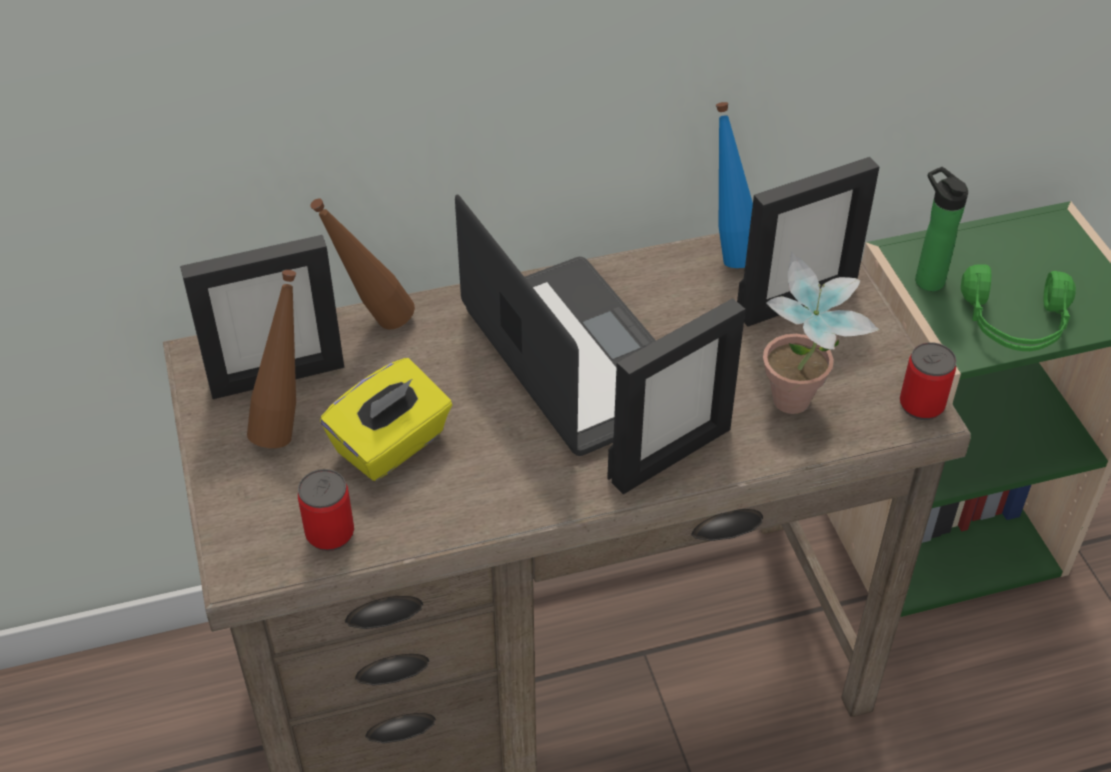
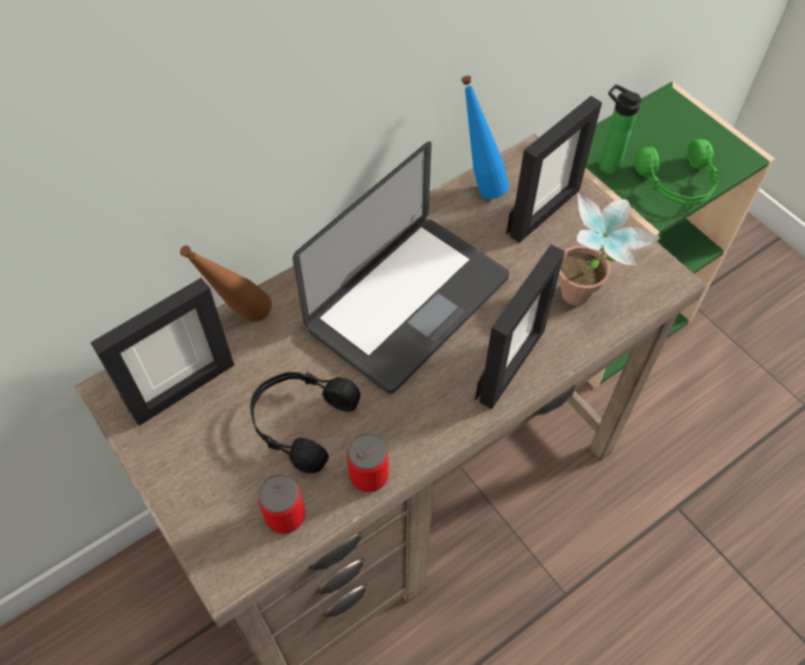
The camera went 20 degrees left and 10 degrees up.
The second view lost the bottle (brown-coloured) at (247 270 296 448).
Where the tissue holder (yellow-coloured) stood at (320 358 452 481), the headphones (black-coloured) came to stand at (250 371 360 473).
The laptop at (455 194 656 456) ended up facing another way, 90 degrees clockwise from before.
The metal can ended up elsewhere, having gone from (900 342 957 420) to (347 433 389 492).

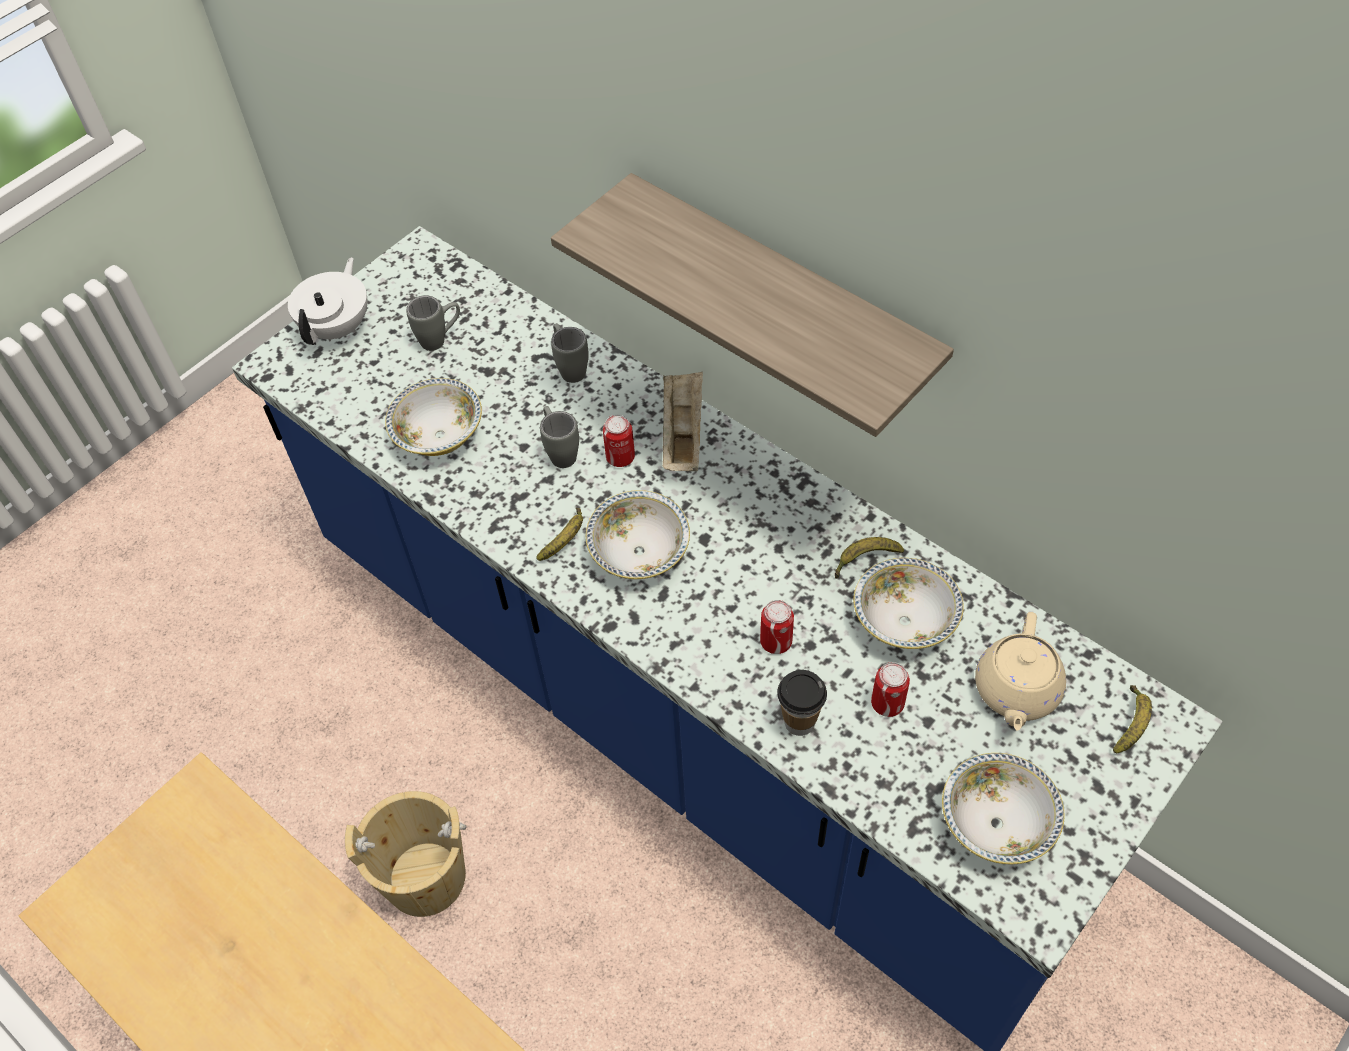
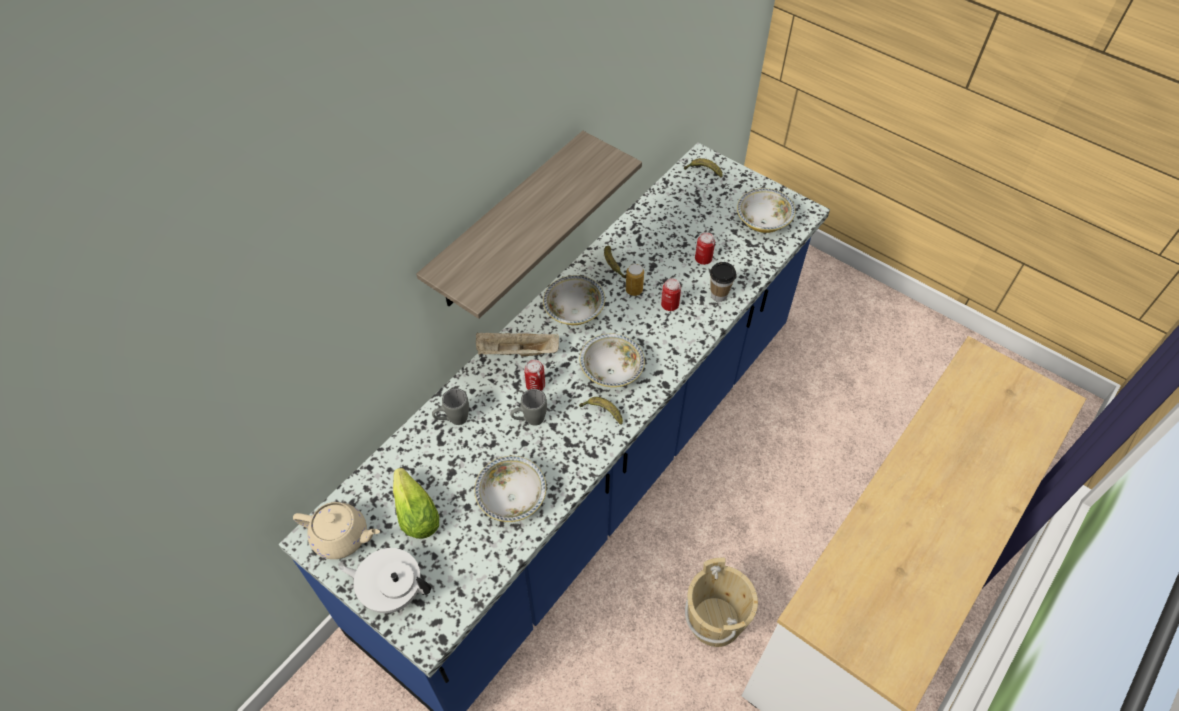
The camera went 95 degrees left and 0 degrees up.
Where the tea mug (grey) stood at (406 295 460 351), the lettuce head came to stand at (393 468 439 539).
The deep dish ended up elsewhere, having gone from (854 558 964 649) to (543 275 605 325).
The teapot (beige-coloured) ended up elsewhere, having gone from (975 612 1066 730) to (293 502 380 559).
The second view gained the metal can at (626 264 644 296).

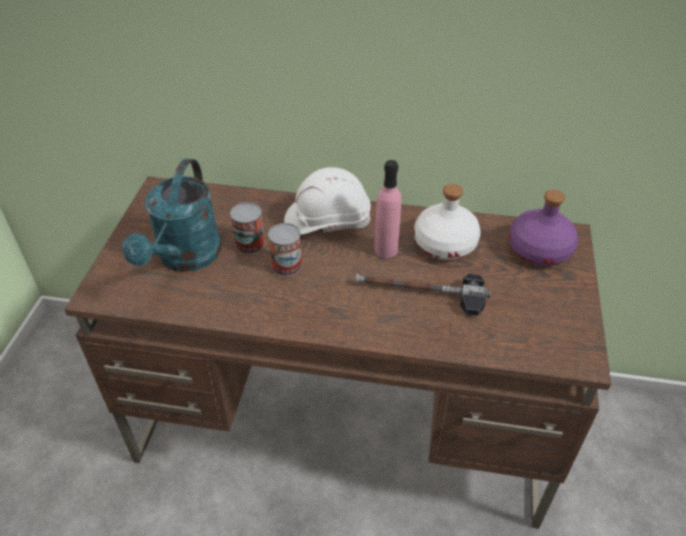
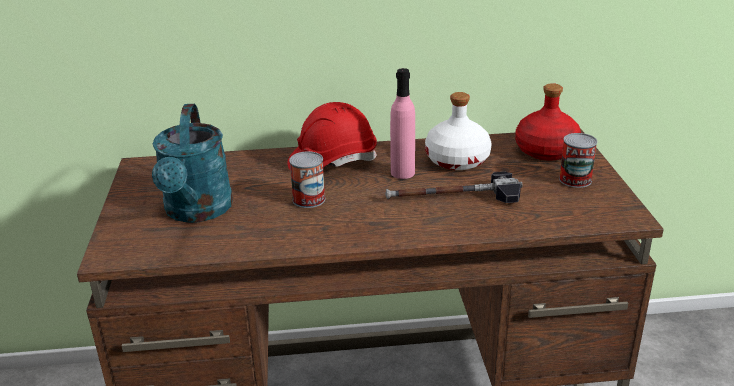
The camera went 15 degrees left and 15 degrees down.
The metal can ended up elsewhere, having gone from (230 202 265 254) to (559 133 598 188).
What was the hard hat (whitish) at (284 167 371 235) turned into the hard hat (red) at (287 102 377 171).
What was the bottle (purple) at (509 190 578 266) turned into the bottle (red) at (515 83 581 161).

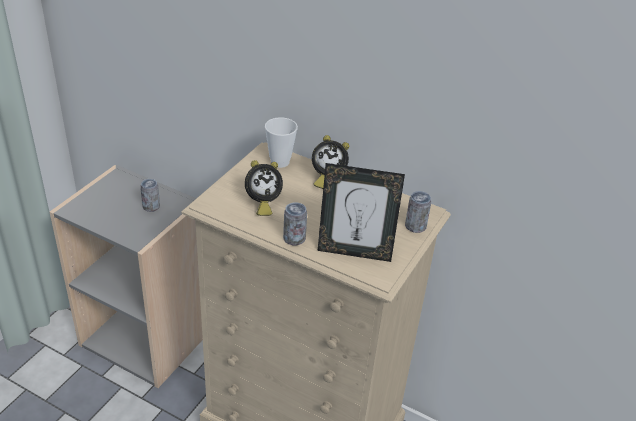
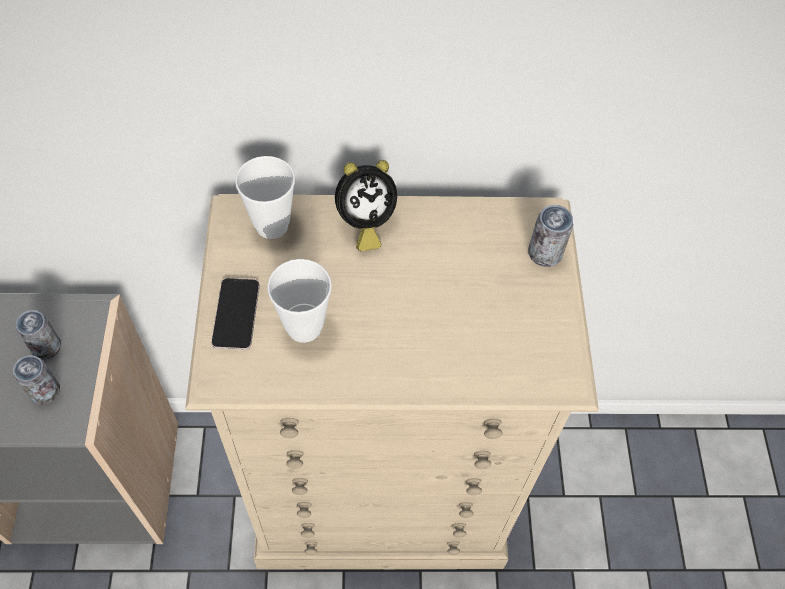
The camera went 30 degrees left and 20 degrees up.
Where the alarm clock stood at (245 160 283 216), the small cup came to stand at (267 259 332 343).
The metal can ended up elsewhere, having gone from (283 202 307 245) to (13 355 60 405).
The second view lost the standing frame at (318 163 405 262).
The second view gained the handset at (211 278 260 350).

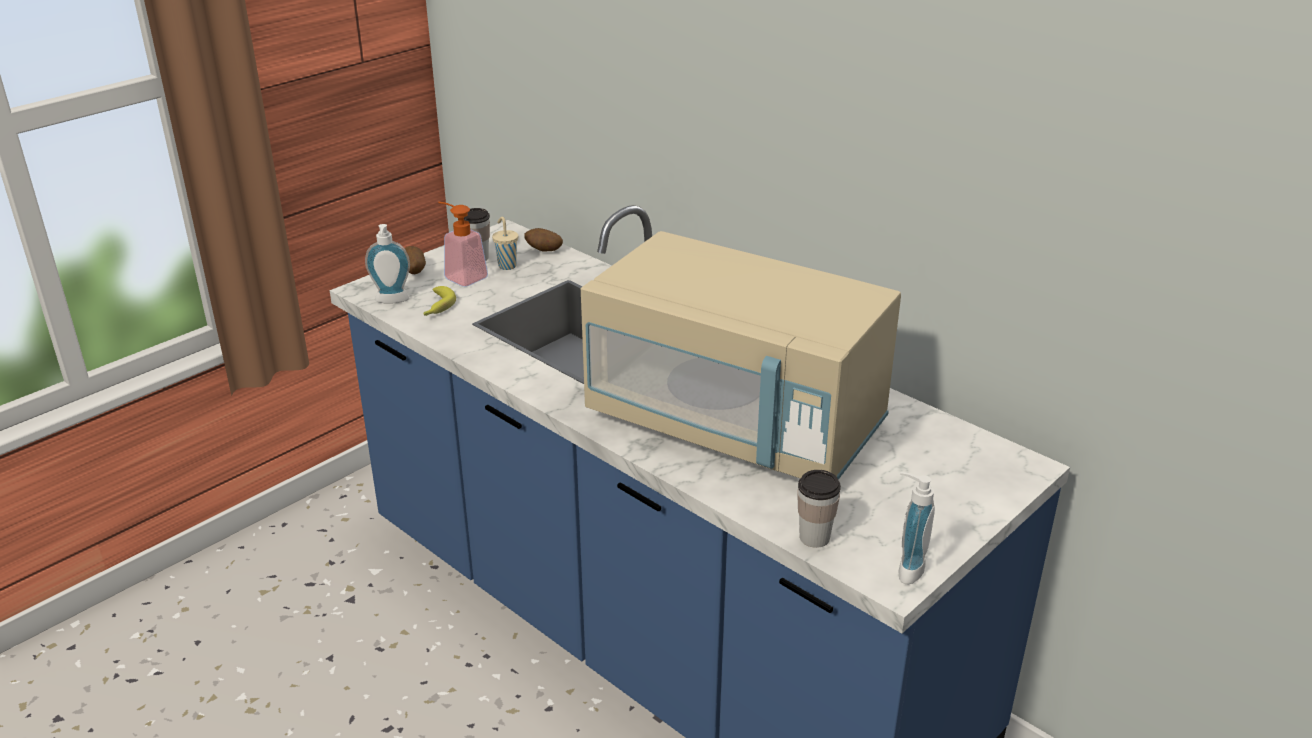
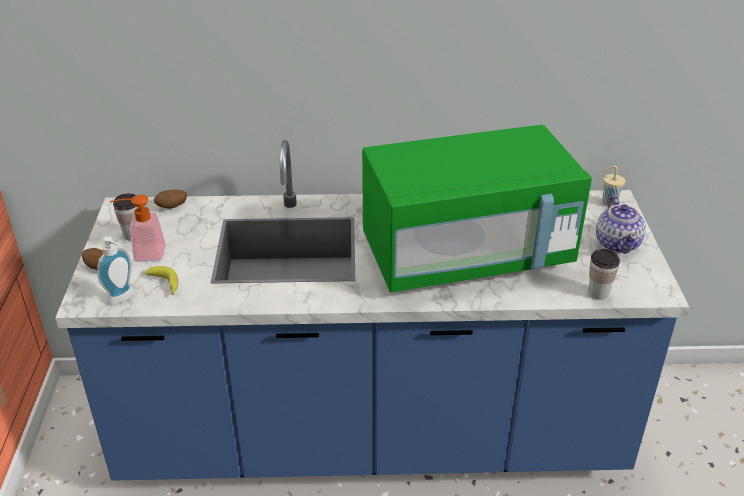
The camera went 45 degrees left and 5 degrees up.
The small cup (beige-coloured) ended up elsewhere, having gone from (492 217 518 270) to (602 166 625 206).
What was the microwave (beige-coloured) at (581 231 901 480) turned into the microwave (greenish) at (362 125 592 293).
The second view lost the soap dispenser at (898 472 935 585).
The second view gained the teapot at (596 196 646 254).

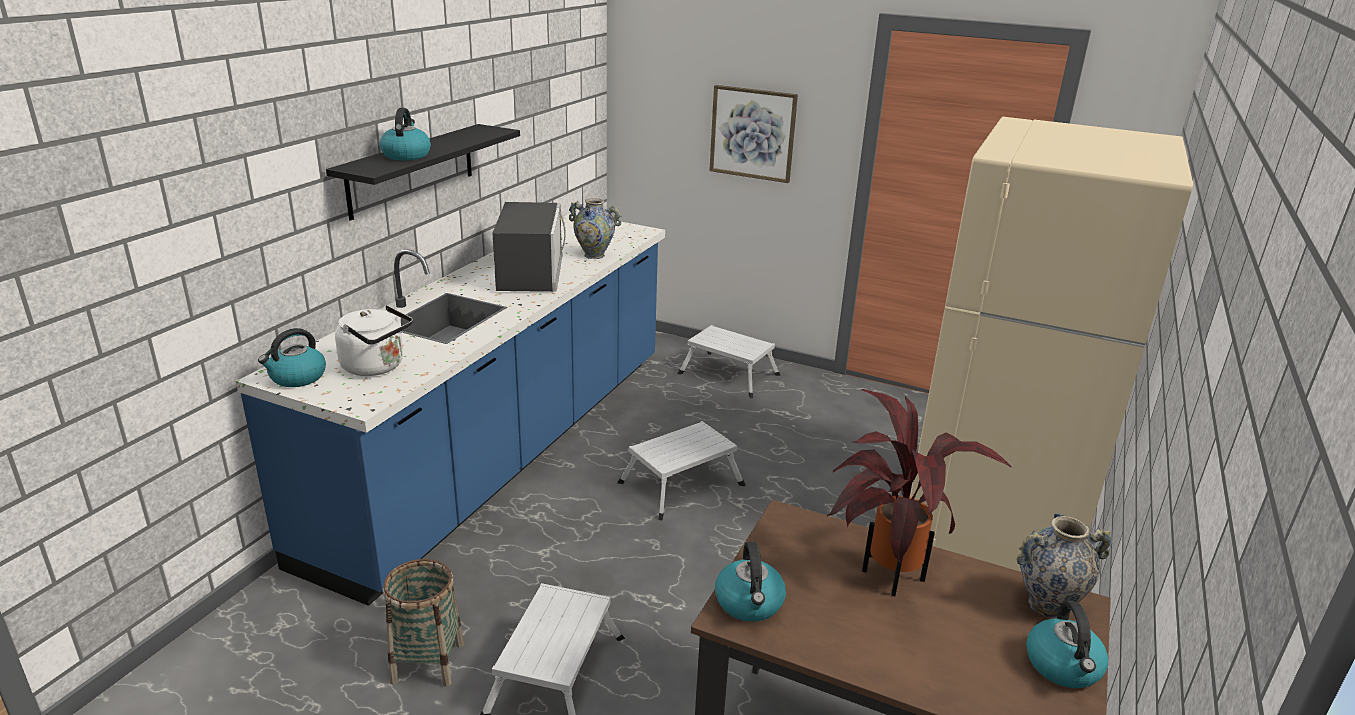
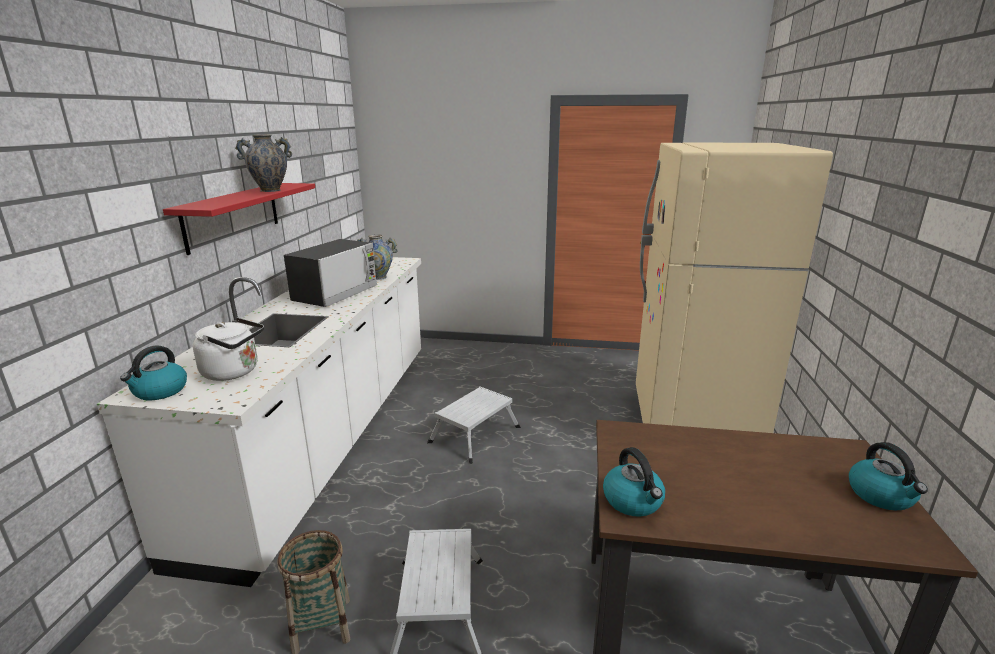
The camera went 15 degrees left and 5 degrees down.
What was the counter (blue-coloured) at (236 213 665 606) turned into the counter (whitish) at (97 257 421 587).
What was the wall shelf (black-coloured) at (326 124 520 221) turned into the wall shelf (red) at (163 183 315 255).
The second view lost the tea kettle at (379 108 431 160).
The microwave at (493 202 566 292) ended up facing another way, 45 degrees clockwise from before.
The second view lost the step stool (whitish) at (678 325 780 398).
The second view lost the wall picture at (709 85 798 183).
The second view lost the plant in a pot at (827 389 1012 596).
The decorative vase ended up elsewhere, having gone from (1016 513 1112 618) to (235 134 292 192).

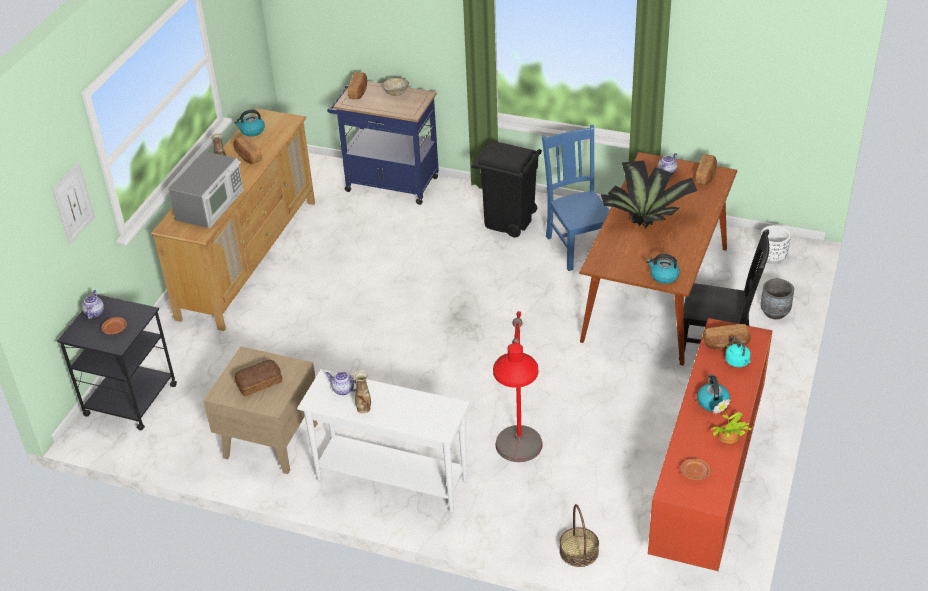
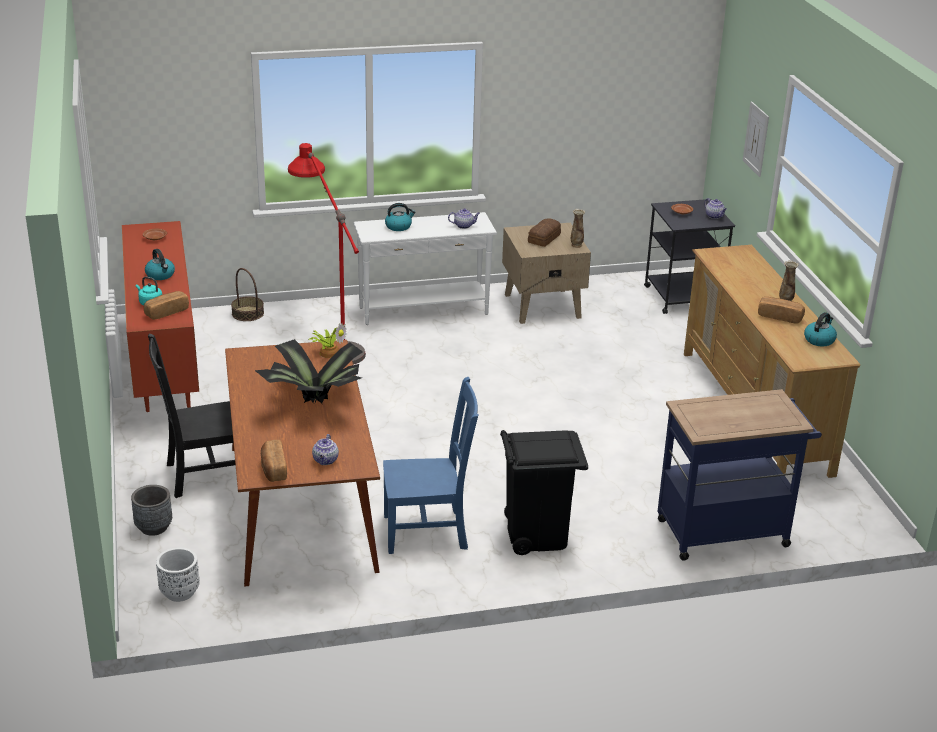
The camera went 145 degrees right and 10 degrees down.
The second view lost the microwave at (168 151 244 228).
The second view lost the bakery bread at (348 72 367 99).
The decorative vase ended up elsewhere, having gone from (353 370 371 414) to (571 209 585 248).
The second view lost the deep dish at (382 77 409 96).
The upright chair (blue-coloured) at (542 125 610 271) ended up facing another way, 45 degrees counterclockwise from before.
The tea kettle ended up elsewhere, having gone from (647 254 680 284) to (385 203 416 231).
The plant in a pot ended up elsewhere, having gone from (711 399 752 444) to (308 323 347 358).

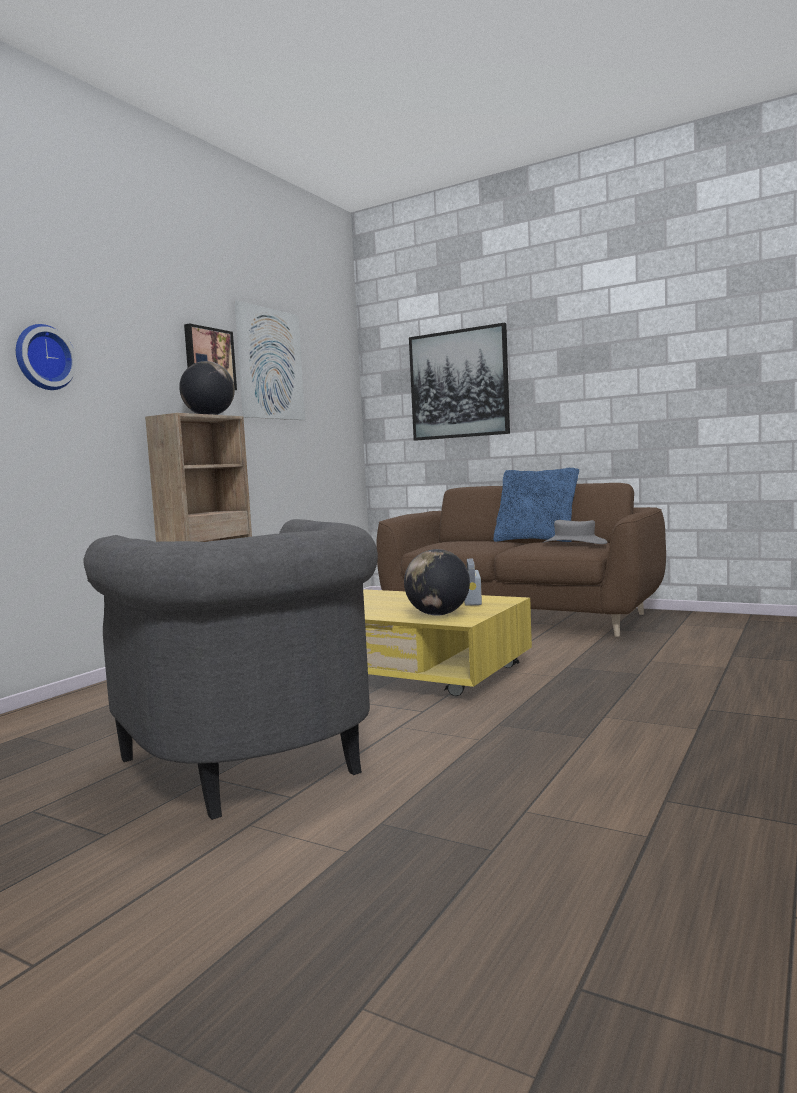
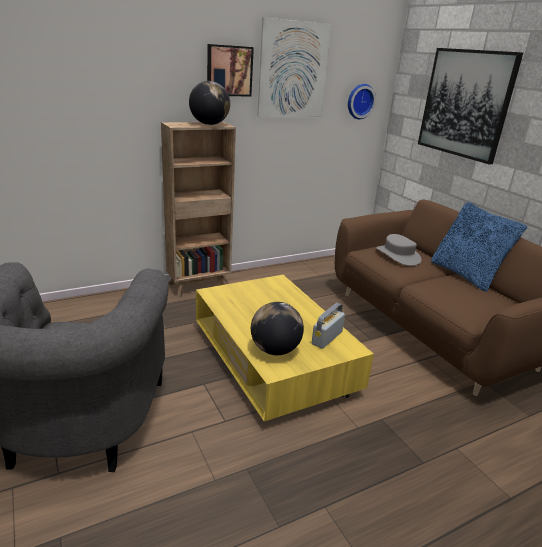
The camera went 30 degrees right and 20 degrees up.
The wall clock ended up elsewhere, having gone from (16 324 77 390) to (348 84 376 119).
The clothing hat (grey) ended up elsewhere, having gone from (542 520 608 544) to (376 234 422 266).

